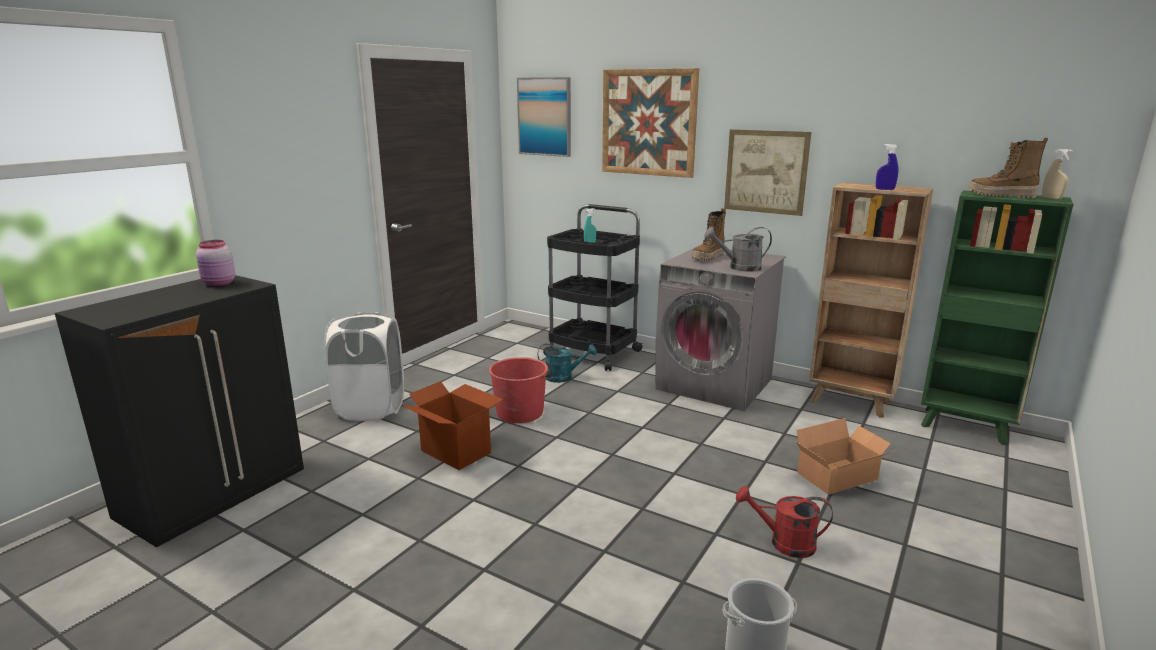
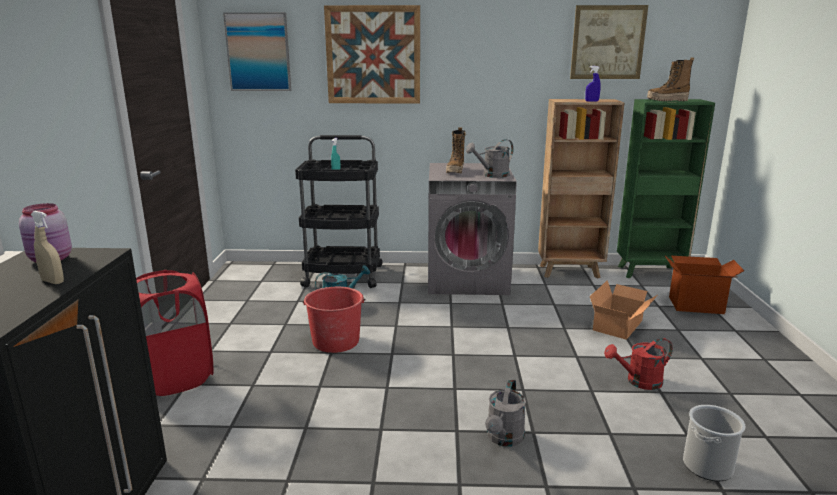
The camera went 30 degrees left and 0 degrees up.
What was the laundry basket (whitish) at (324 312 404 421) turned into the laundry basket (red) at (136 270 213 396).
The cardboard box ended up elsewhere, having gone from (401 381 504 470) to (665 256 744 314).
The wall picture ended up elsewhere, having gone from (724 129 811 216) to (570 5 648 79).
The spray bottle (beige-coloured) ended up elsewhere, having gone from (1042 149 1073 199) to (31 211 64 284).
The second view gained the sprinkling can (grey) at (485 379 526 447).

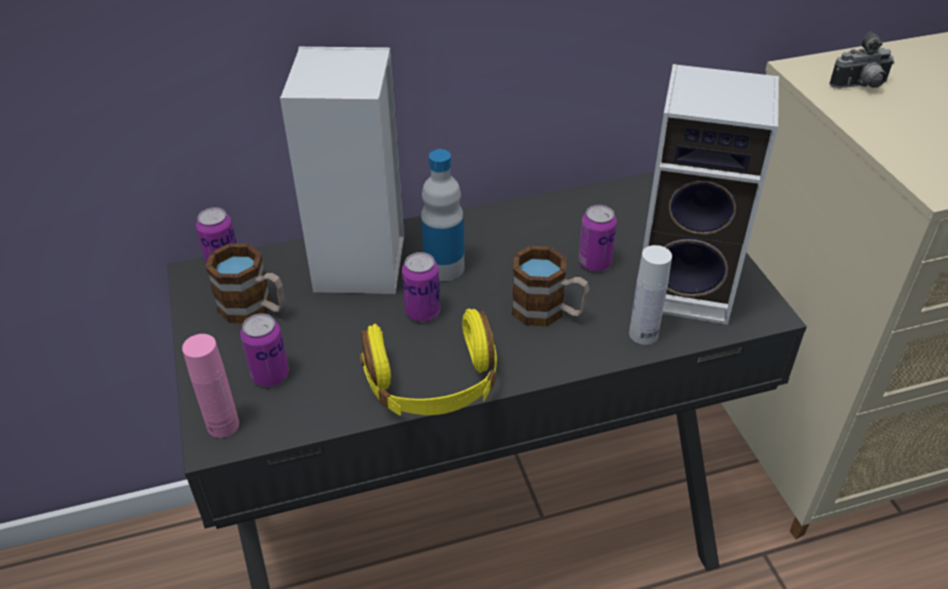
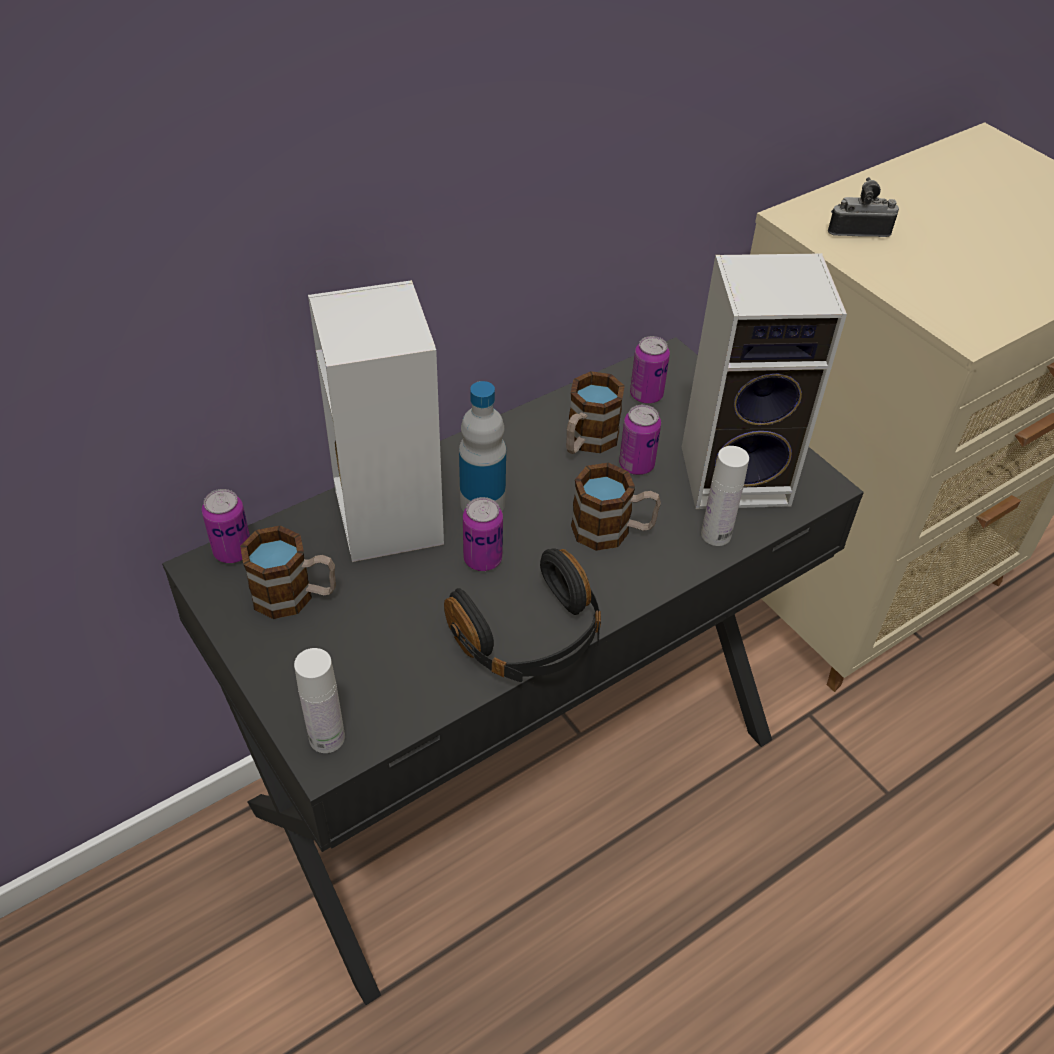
The camera went 20 degrees left and 5 degrees up.
What was the bottle (pink-coloured) at (182 334 239 438) turned into the bottle (whitish) at (294 648 345 753).
The metal can ended up elsewhere, having gone from (240 313 289 387) to (630 336 670 404).
What was the headphones (yellow-coloured) at (360 309 497 416) turned into the headphones (black-coloured) at (444 548 601 682).
The still camera at (829 32 895 88) ended up facing another way, 150 degrees counterclockwise from before.
The second view gained the tea mug at (566 371 625 454).

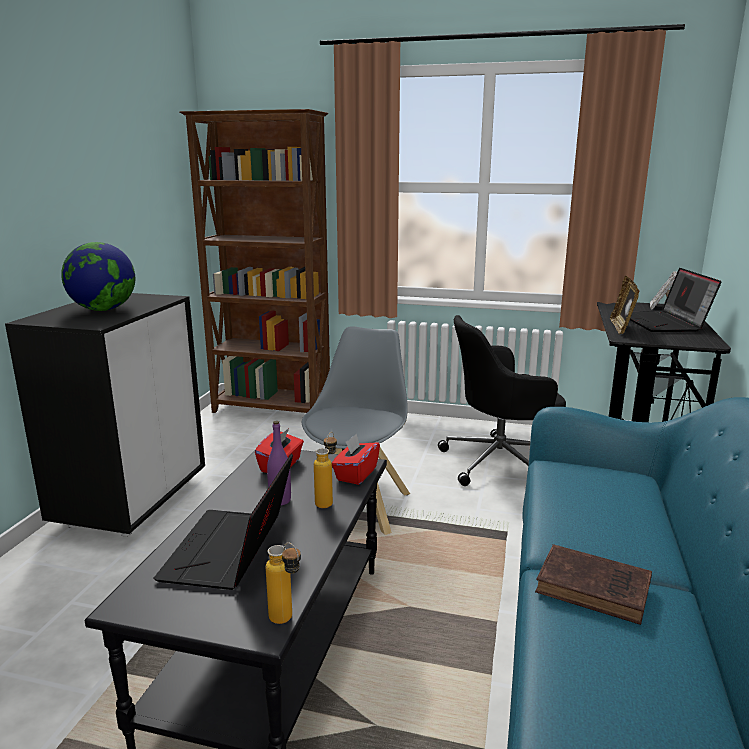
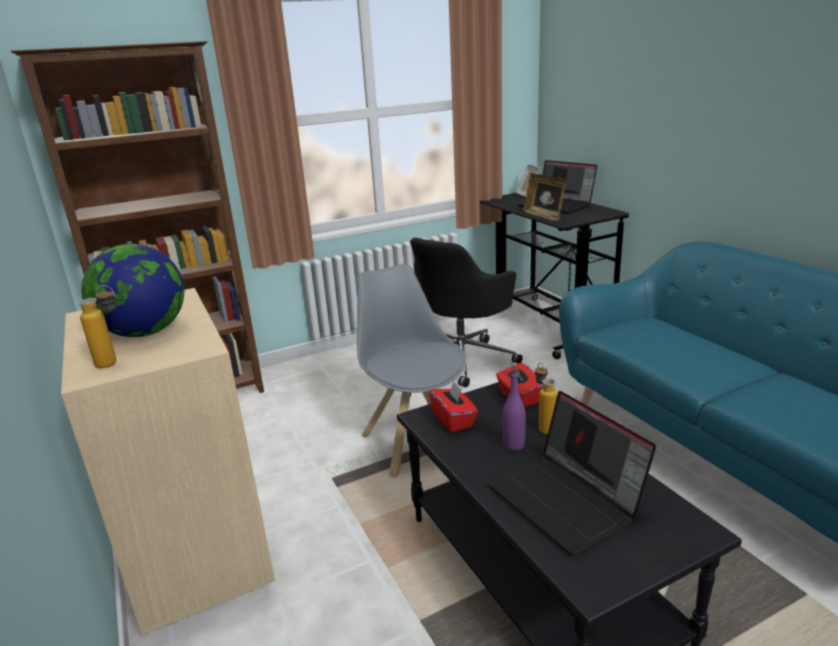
The camera went 40 degrees left and 5 degrees up.
What was the cabinet (black-coloured) at (5 293 205 537) turned into the cabinet (beige-coloured) at (61 288 275 635).
The bottle ended up elsewhere, having gone from (266 542 301 624) to (79 285 117 368).
The second view lost the volume (brown-coloured) at (535 544 652 625).

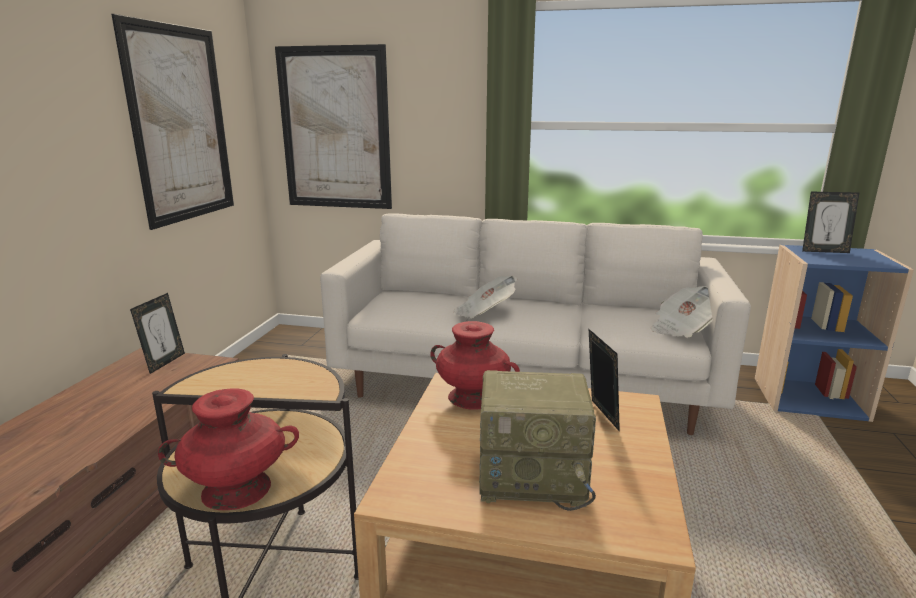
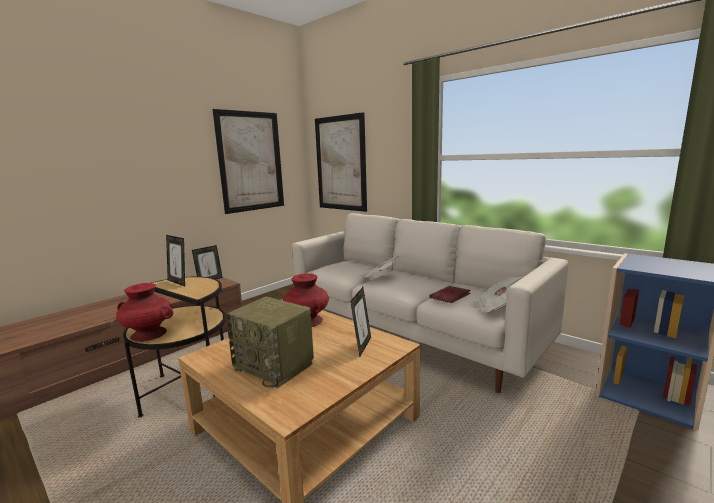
The camera went 30 degrees right and 5 degrees down.
The standing frame ended up elsewhere, having gone from (802 192 859 253) to (166 235 185 286).
The second view gained the volume (red) at (429 286 471 303).

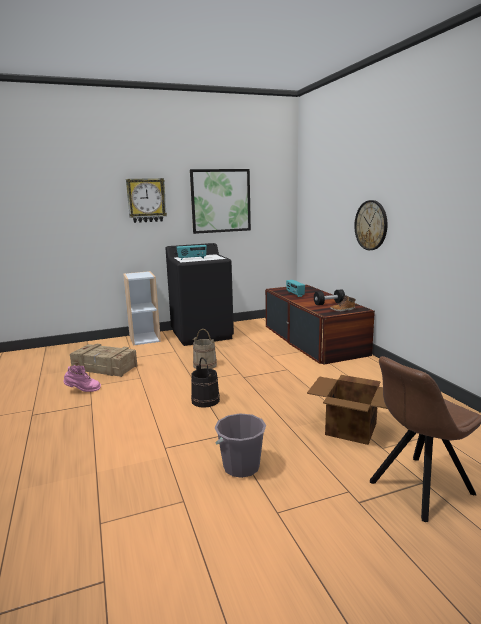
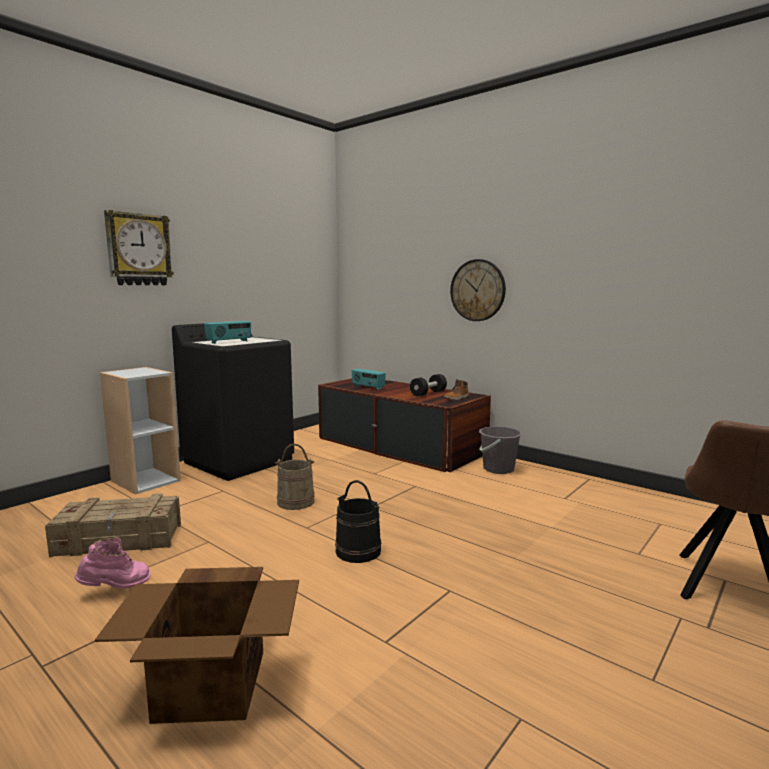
The camera went 30 degrees left and 5 degrees down.
The second view lost the wall picture at (190 169 251 234).
The pail (grey) ended up elsewhere, having gone from (214 413 266 478) to (479 426 522 474).
The cardboard box ended up elsewhere, having gone from (307 375 388 445) to (95 567 299 724).

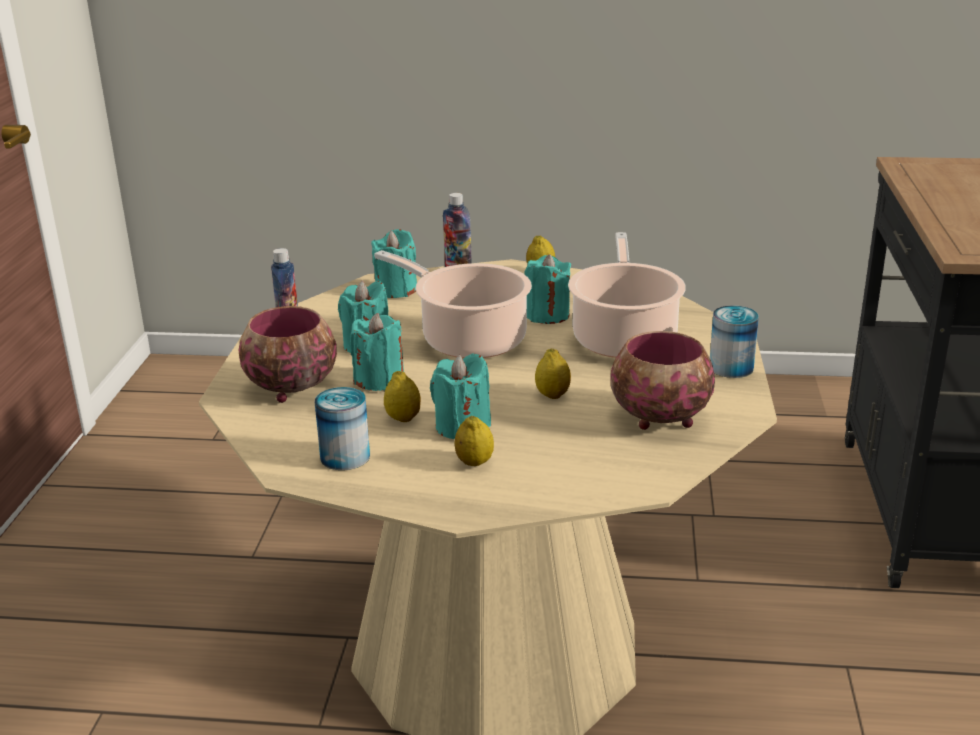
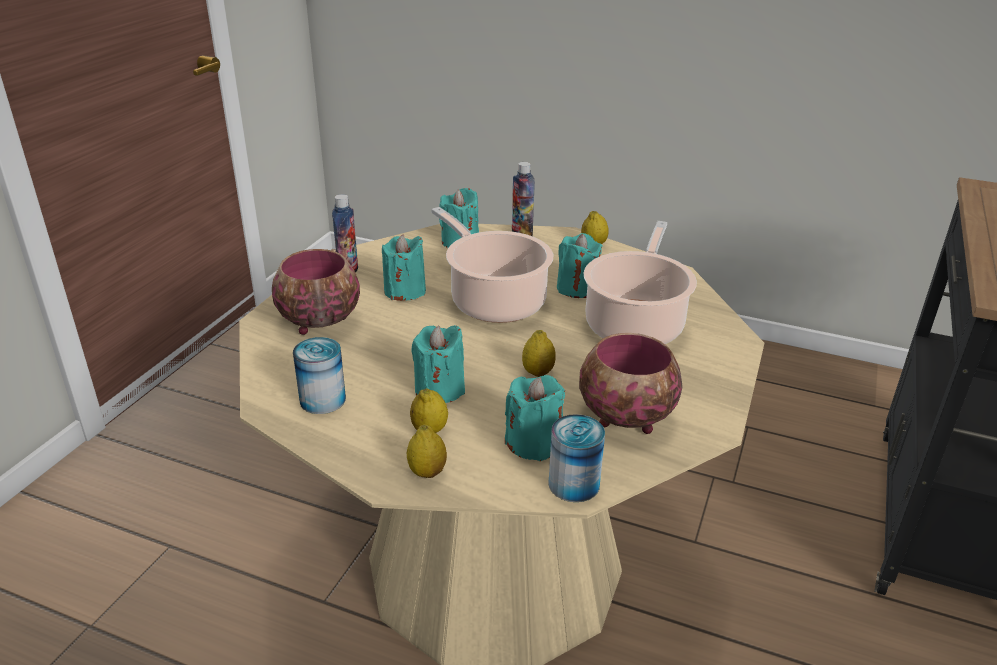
The camera went 15 degrees right and 5 degrees up.
The wax candle (blue-green) ended up elsewhere, having gone from (350 313 404 391) to (505 375 565 461).
The lemon ended up elsewhere, having gone from (384 371 421 422) to (407 424 447 478).
The metal can ended up elsewhere, having gone from (710 306 759 378) to (548 414 605 502).

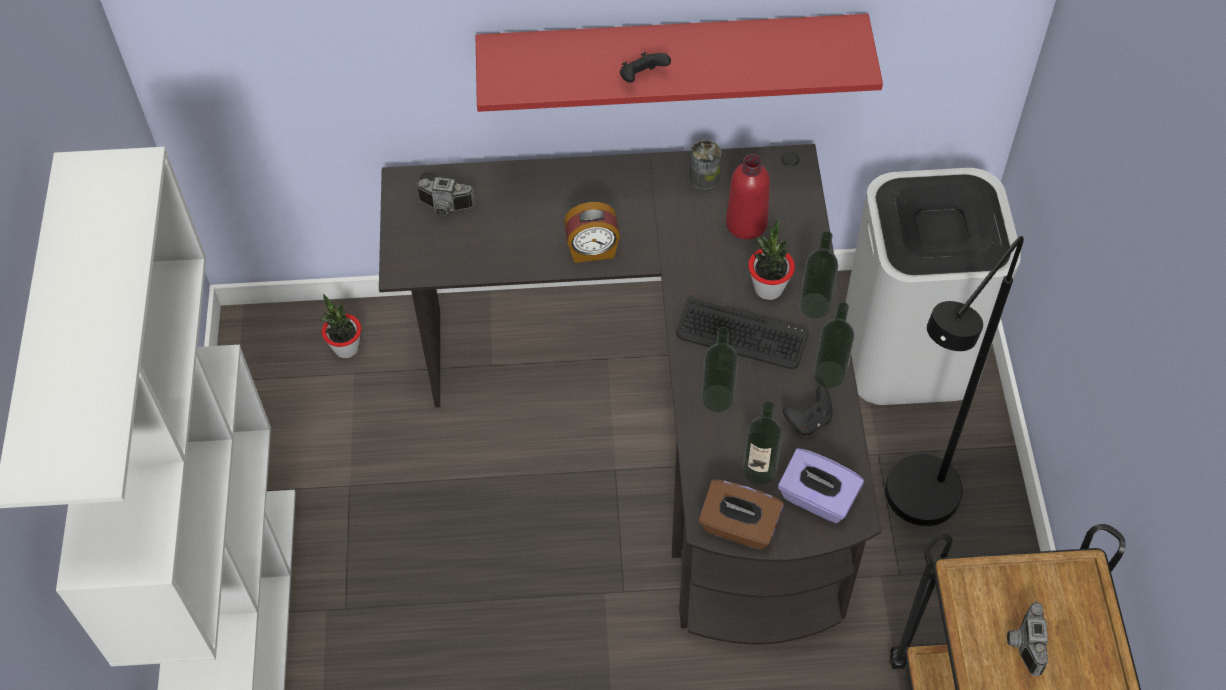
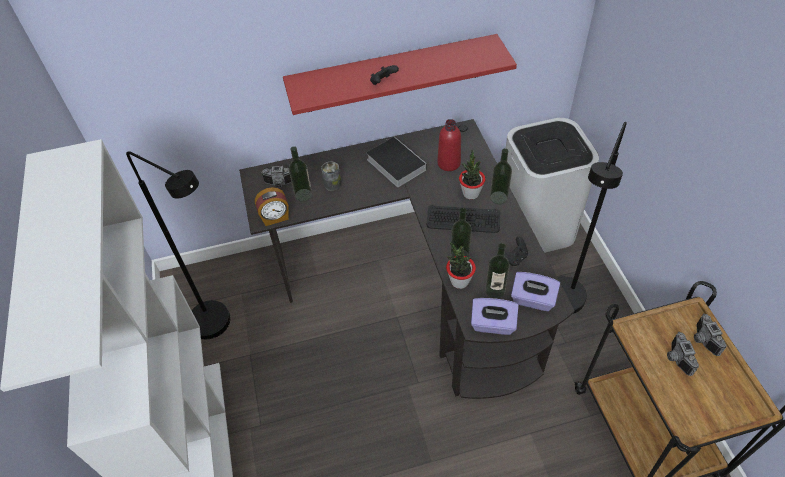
The camera went 10 degrees left and 5 degrees down.
The plant in a pot ended up elsewhere, having gone from (319 294 361 358) to (446 242 476 289).
The alarm clock ended up elsewhere, having gone from (564 202 620 263) to (255 187 289 226).
The metal can ended up elsewhere, having gone from (689 140 722 190) to (321 161 342 191).
What was the tissue holder (brown-coloured) at (699 479 783 550) turned into the tissue holder (purple) at (471 298 519 335).
The bottle ended up elsewhere, having gone from (814 302 855 388) to (289 146 312 202).
The second view gained the standard lamp (black-coloured) at (126 151 230 339).
The second view gained the volume at (367 136 427 187).
The second view gained the still camera at (694 314 727 356).

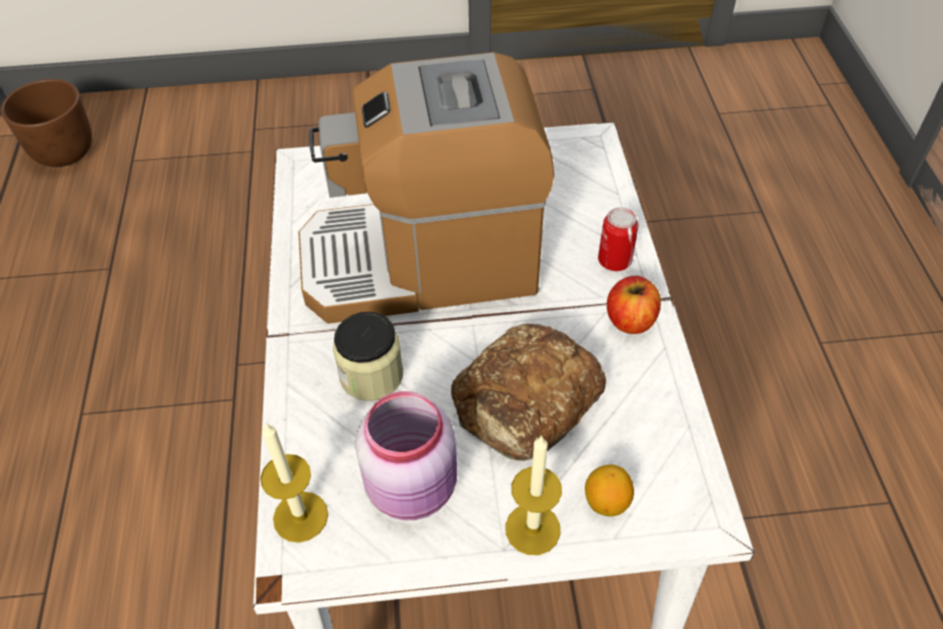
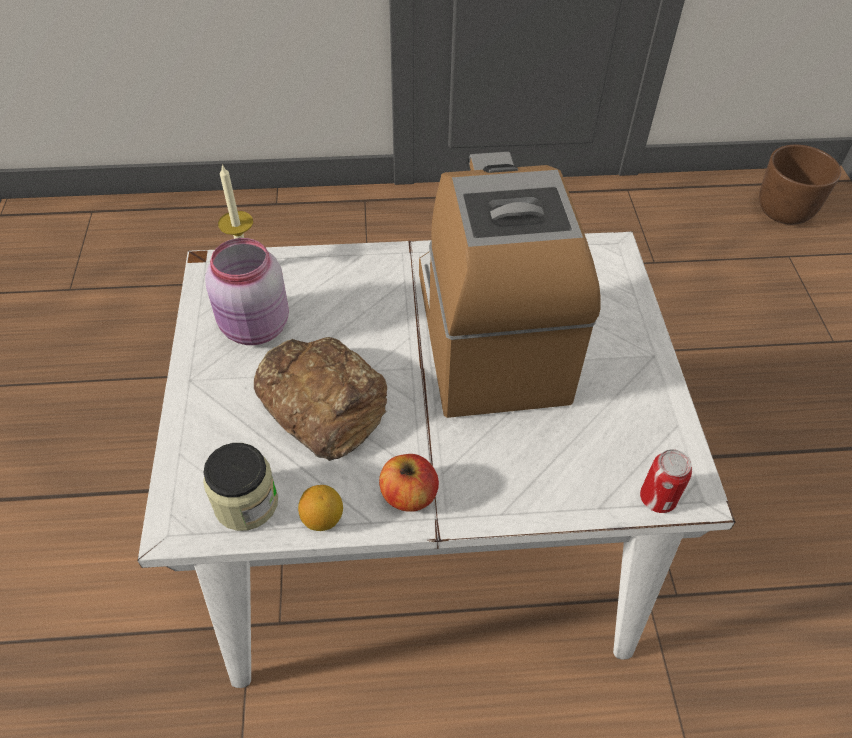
The camera went 90 degrees right and 0 degrees up.
The jar ended up elsewhere, having gone from (333 312 403 401) to (203 443 278 531).
The second view lost the wax candle at (506 435 562 555).
The lemon ended up elsewhere, having gone from (585 464 634 516) to (298 485 343 531).
The metal can ended up elsewhere, having gone from (598 207 638 271) to (640 449 692 513).

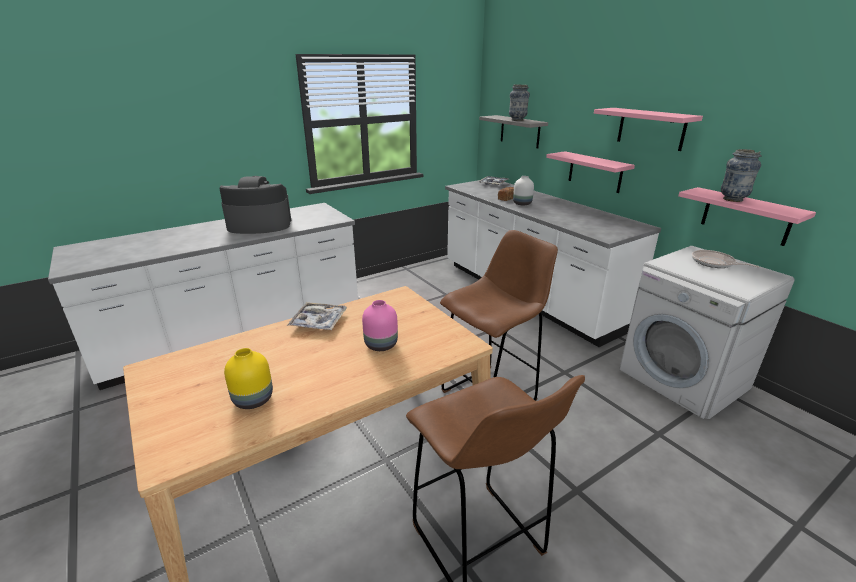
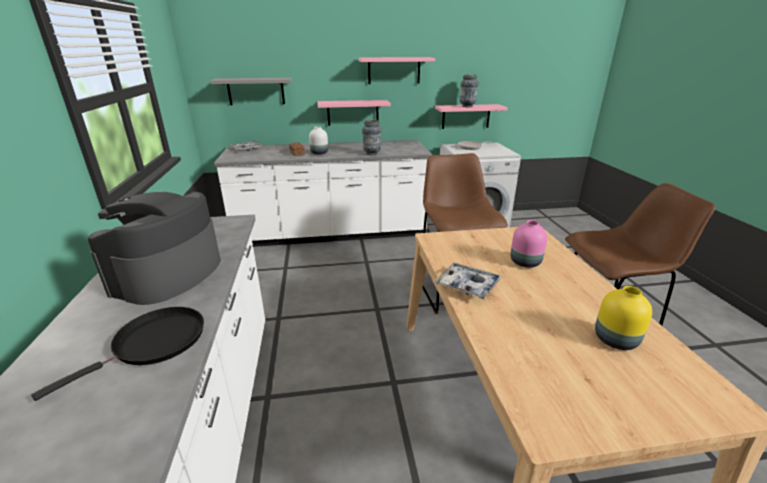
The camera went 65 degrees left and 0 degrees up.
The decorative vase ended up elsewhere, having gone from (509 84 530 121) to (362 120 382 155).
The second view gained the pan (black-coloured) at (32 307 204 401).

